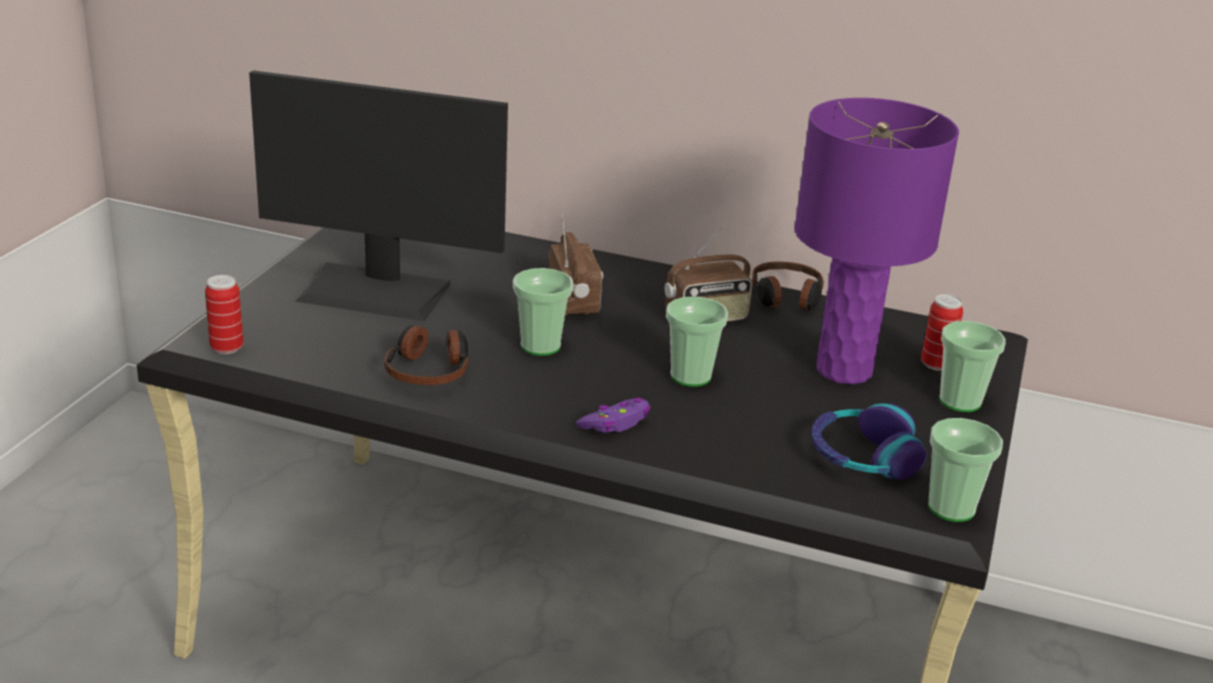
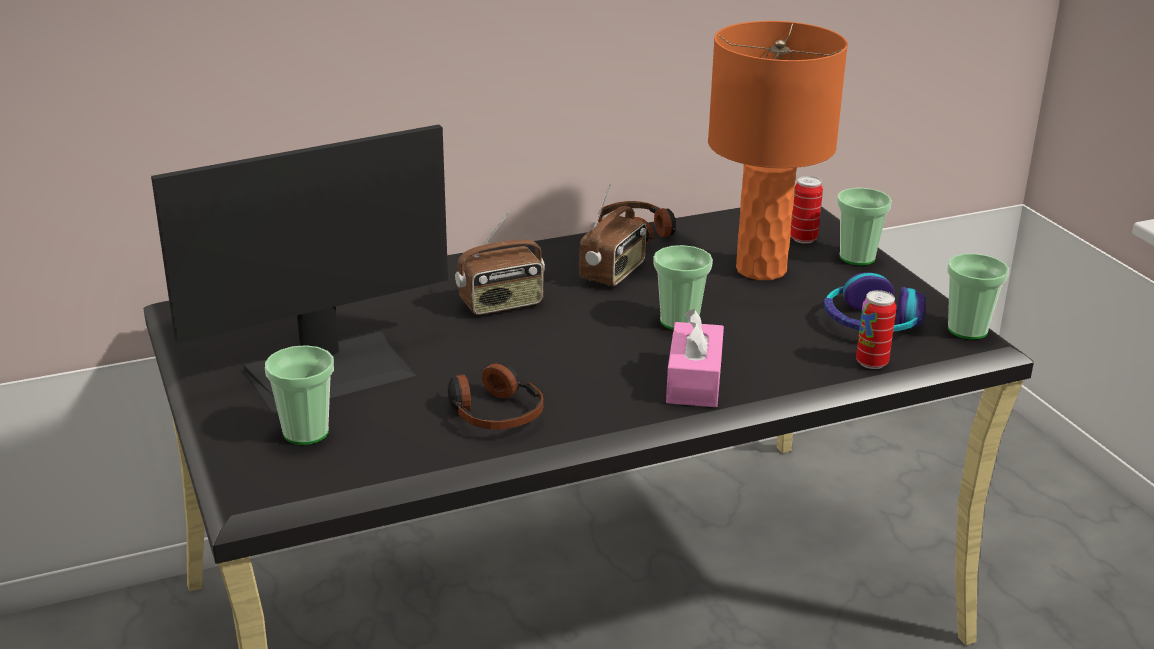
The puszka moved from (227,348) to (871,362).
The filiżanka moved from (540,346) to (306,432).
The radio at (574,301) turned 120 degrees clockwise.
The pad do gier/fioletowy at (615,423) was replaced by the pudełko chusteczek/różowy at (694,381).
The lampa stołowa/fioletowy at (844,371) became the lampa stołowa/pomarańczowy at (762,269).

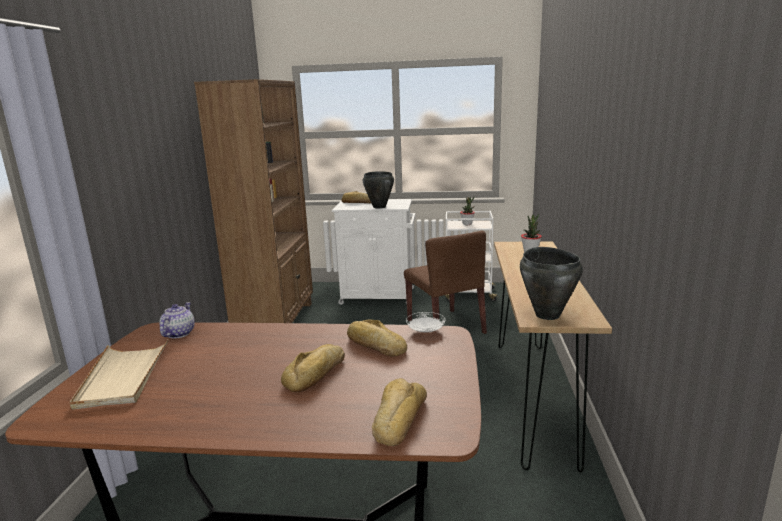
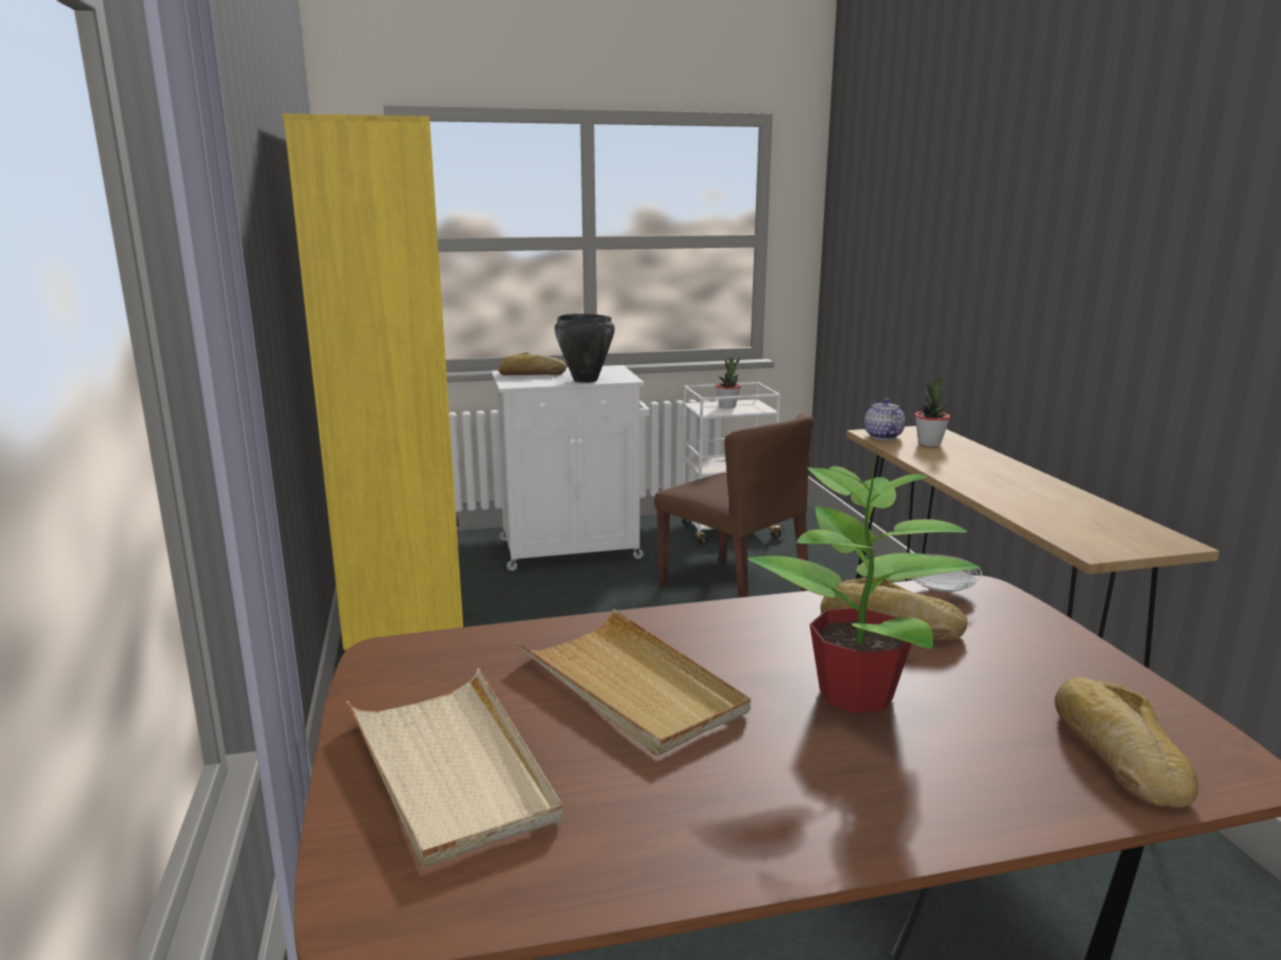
The imbryk moved from (178,333) to (882,436).
The regał/brązowy at (277,322) became the regał/żółty at (408,618).
The chleb at (317,373) was replaced by the roślina doniczkowa at (858,694).
The garnek/czarny at (547,315) disappeared.
The taca/beżowy at (631,686) appeared.

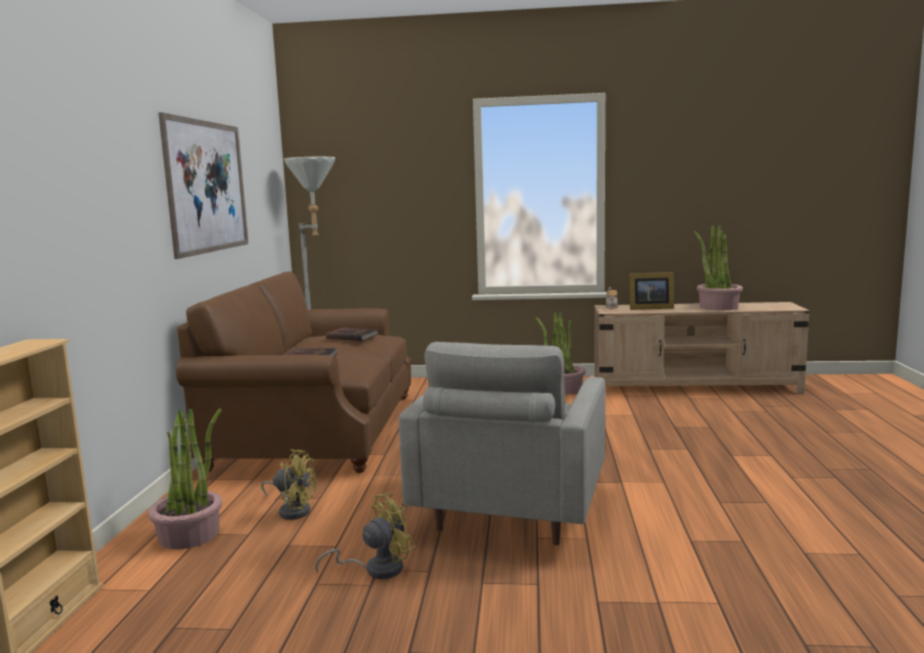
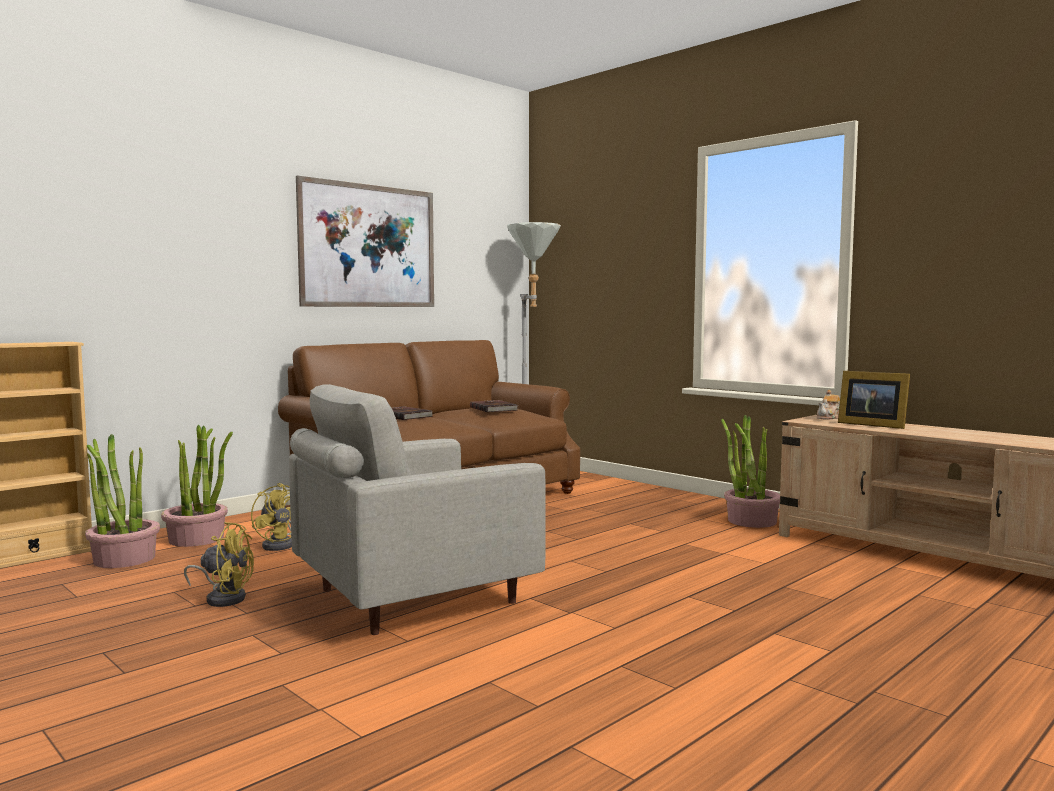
The roślina doniczkowa moved from (718,307) to (124,559).

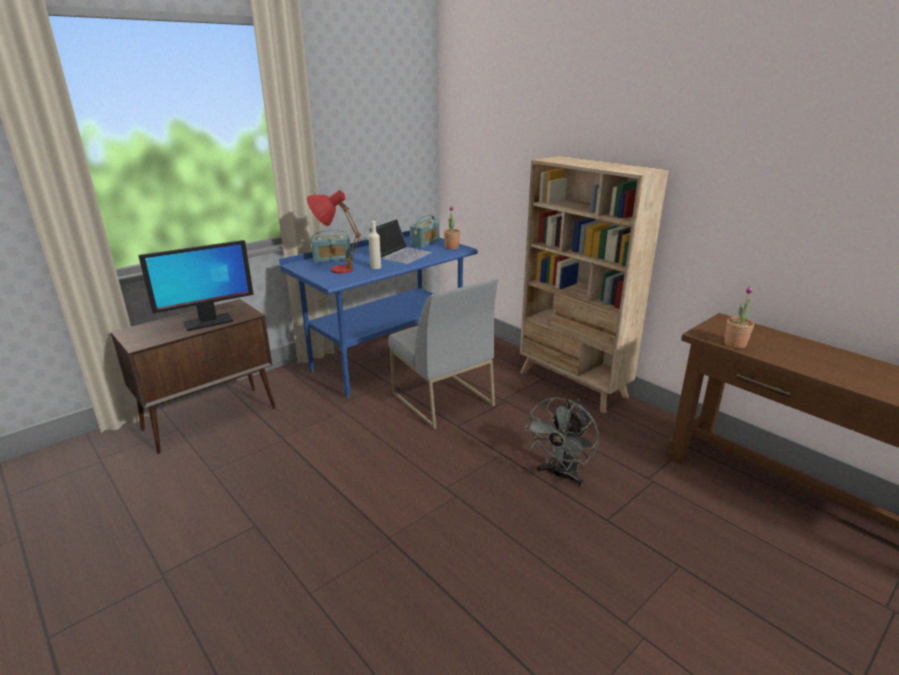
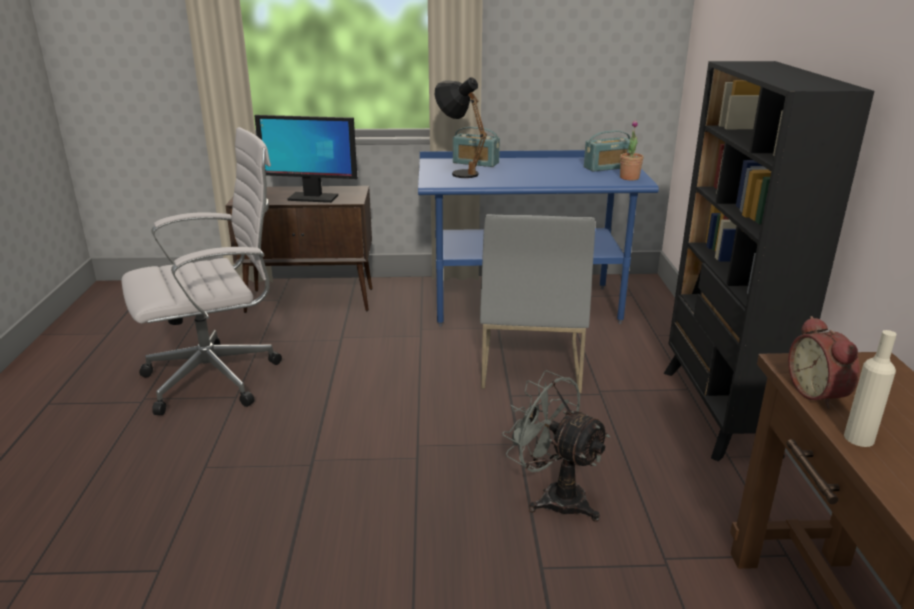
The lampa stołowa/czerwony at (334,269) became the lampa stołowa/czarny at (459,172).
The laptop at (401,254) disappeared.
The butelka/beżowy moved from (375,267) to (859,438).
The regał/beżowy at (572,385) became the regał/czarny at (718,412).
The wentylator/szary at (560,475) turned 60 degrees clockwise.
The roślina doniczkowa at (735,344) was replaced by the budzik at (819,393).
The krzesło biurowe/biały at (218,378) appeared.

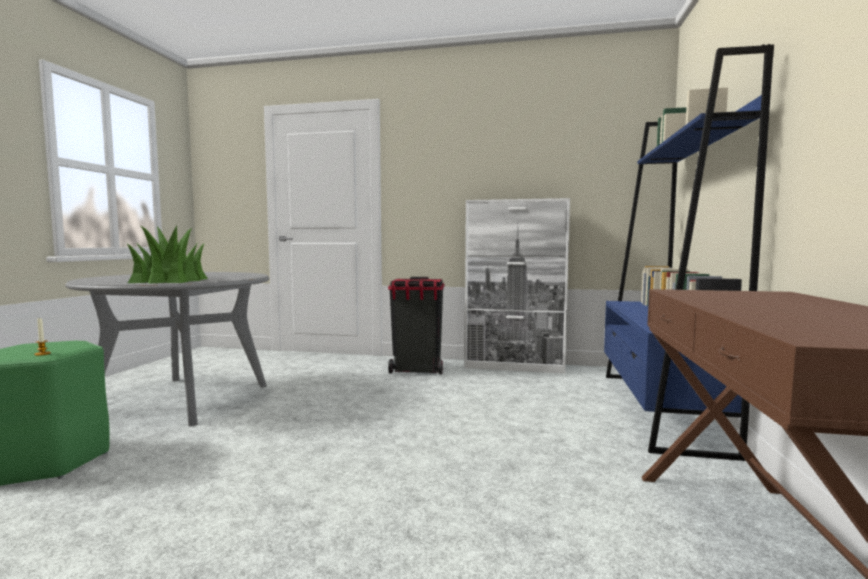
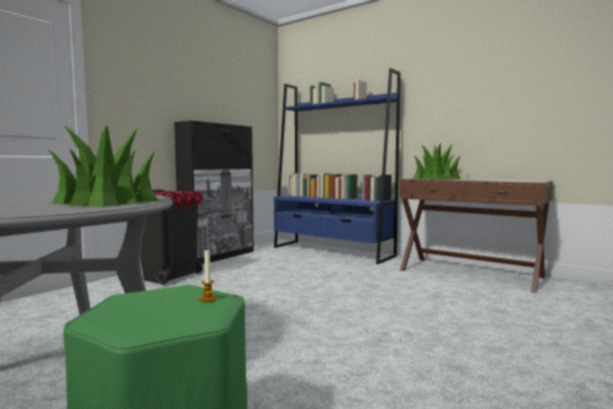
The szafka/biały at (514,366) became the szafka/czarny at (218,256).
The roślina doniczkowa at (436,178) appeared.

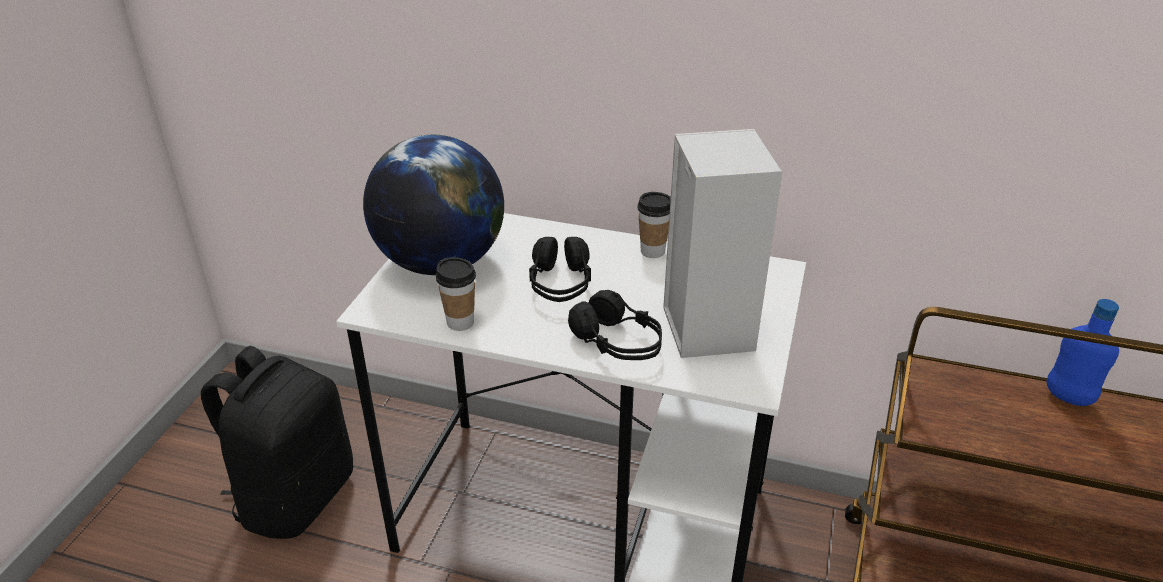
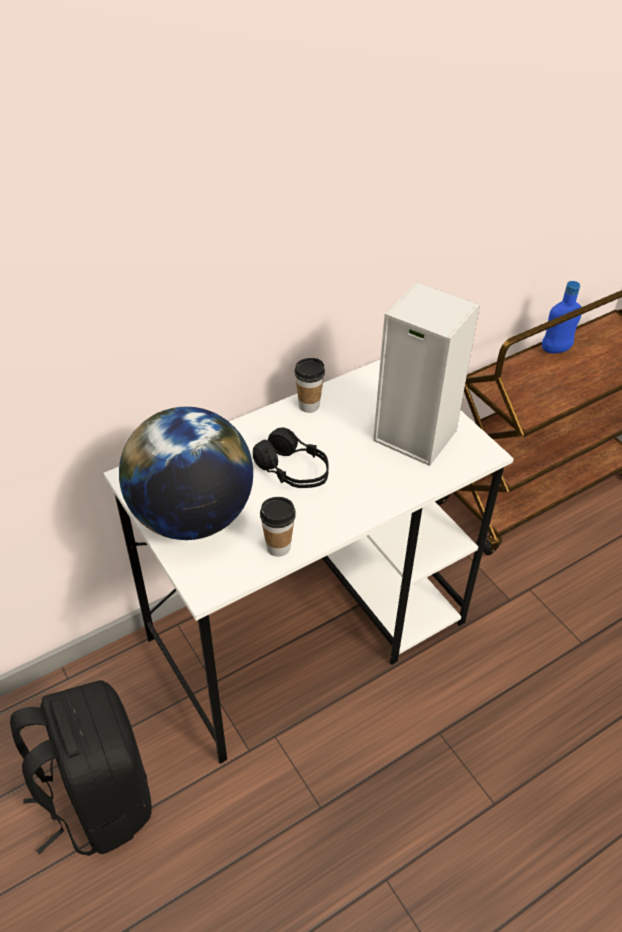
The słuchawki/czarny at (617,343) disappeared.

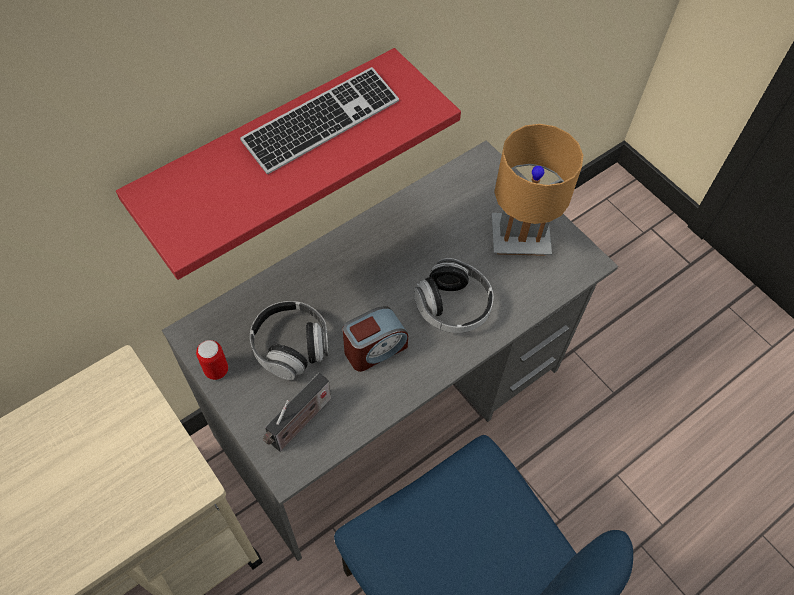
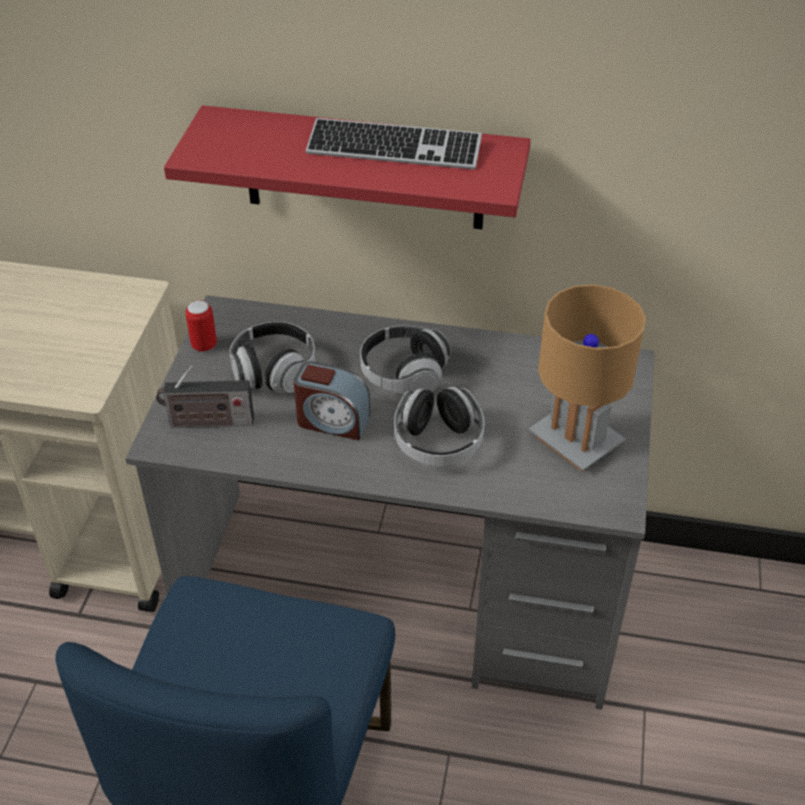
The słuchawki at (404,374) appeared.

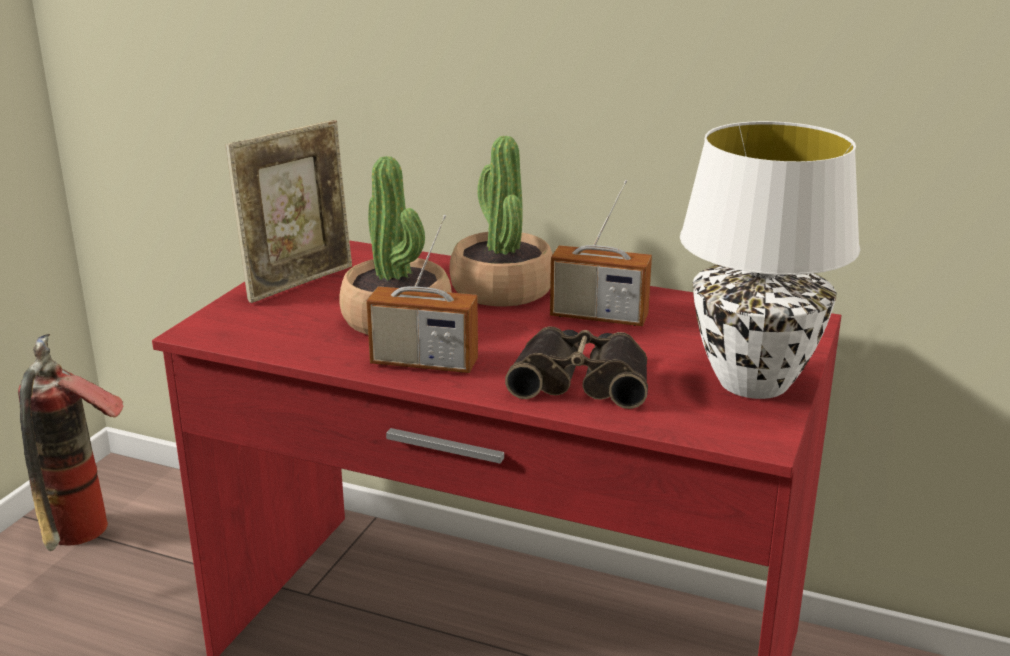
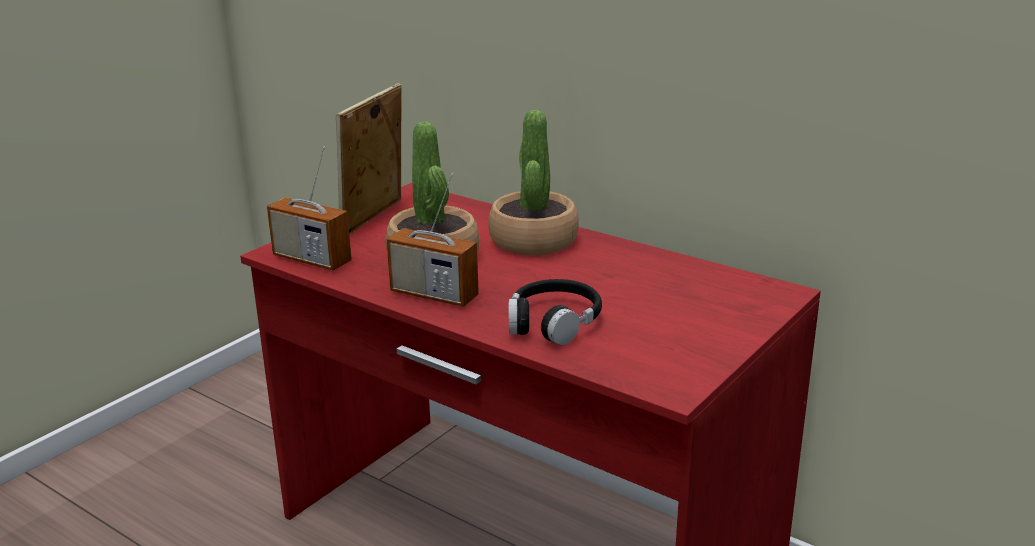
The gaśnica at (80,541) disappeared.
The ramka na zdjęcie at (299,282) turned 150 degrees clockwise.
The lornetka at (582,380) was replaced by the słuchawki/czarny at (553,322).
The radio moved from (599,317) to (312,259).
The lampa stołowa/biały at (751,383) disappeared.

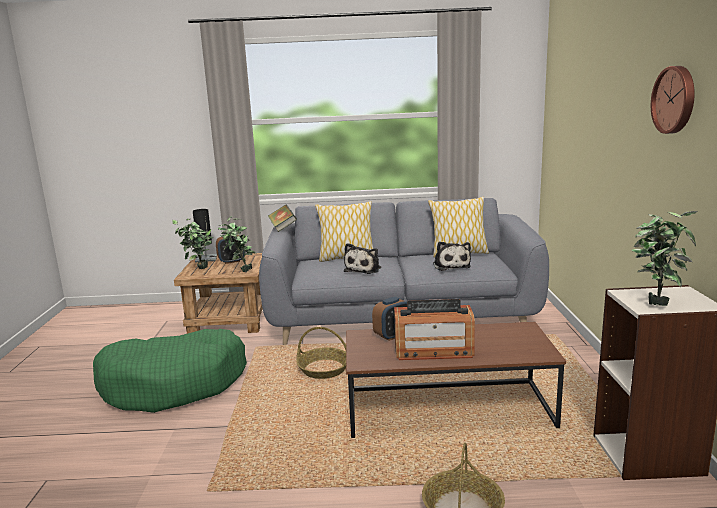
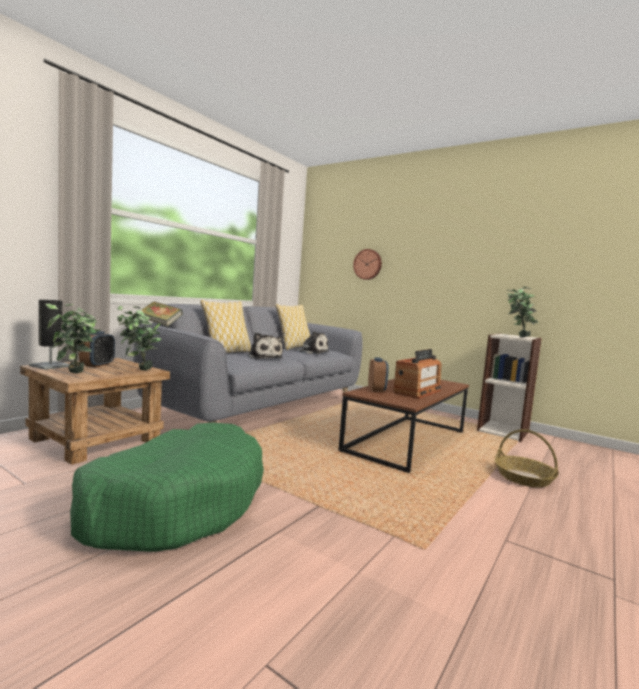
The koszyk at (324,369) disappeared.
The zegar ścienny moved from (675,100) to (368,264).

